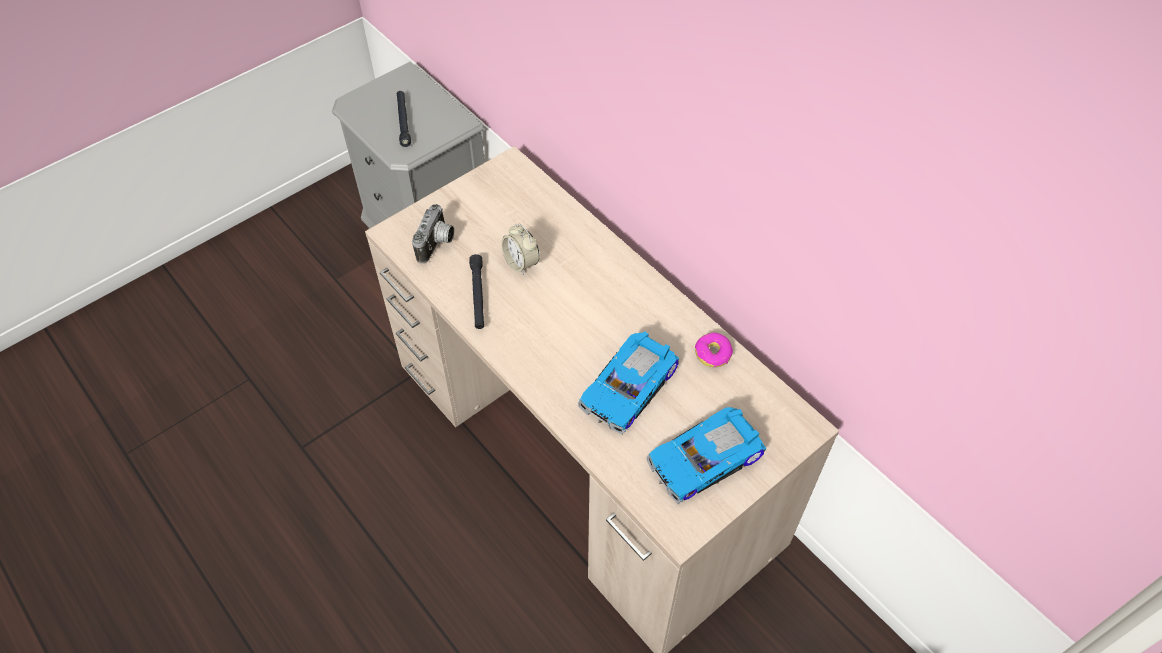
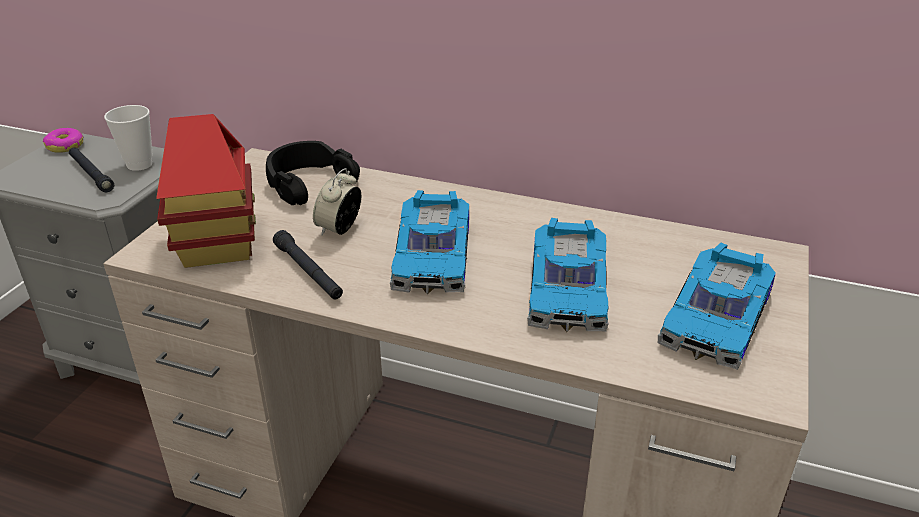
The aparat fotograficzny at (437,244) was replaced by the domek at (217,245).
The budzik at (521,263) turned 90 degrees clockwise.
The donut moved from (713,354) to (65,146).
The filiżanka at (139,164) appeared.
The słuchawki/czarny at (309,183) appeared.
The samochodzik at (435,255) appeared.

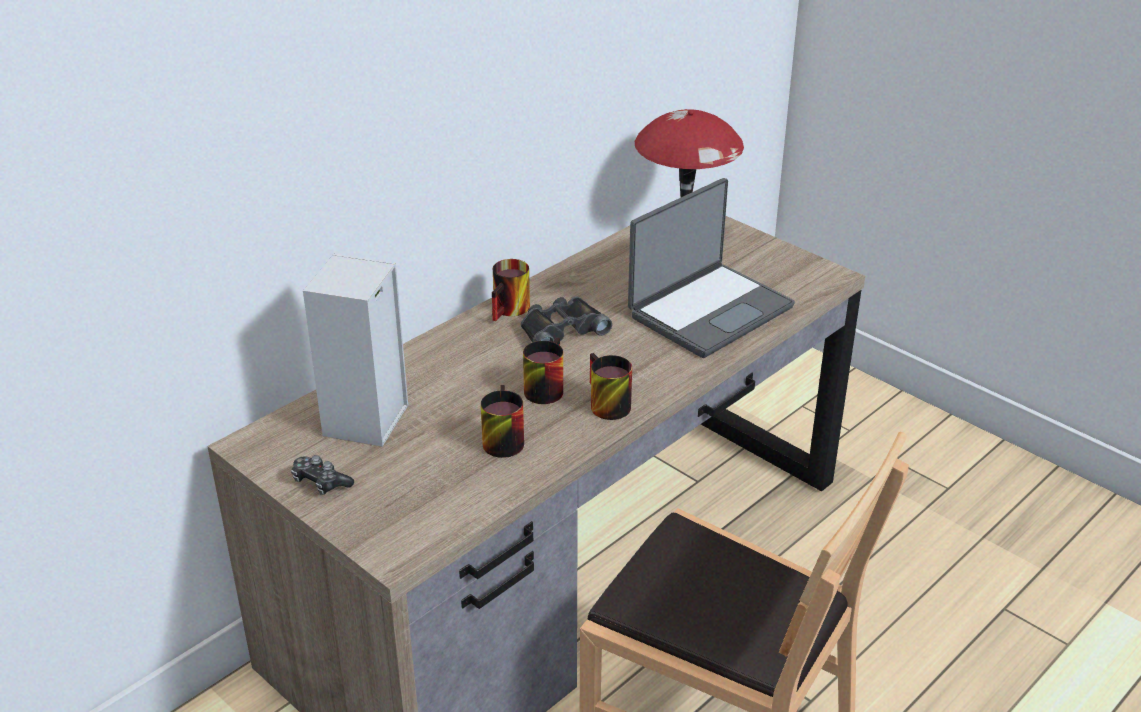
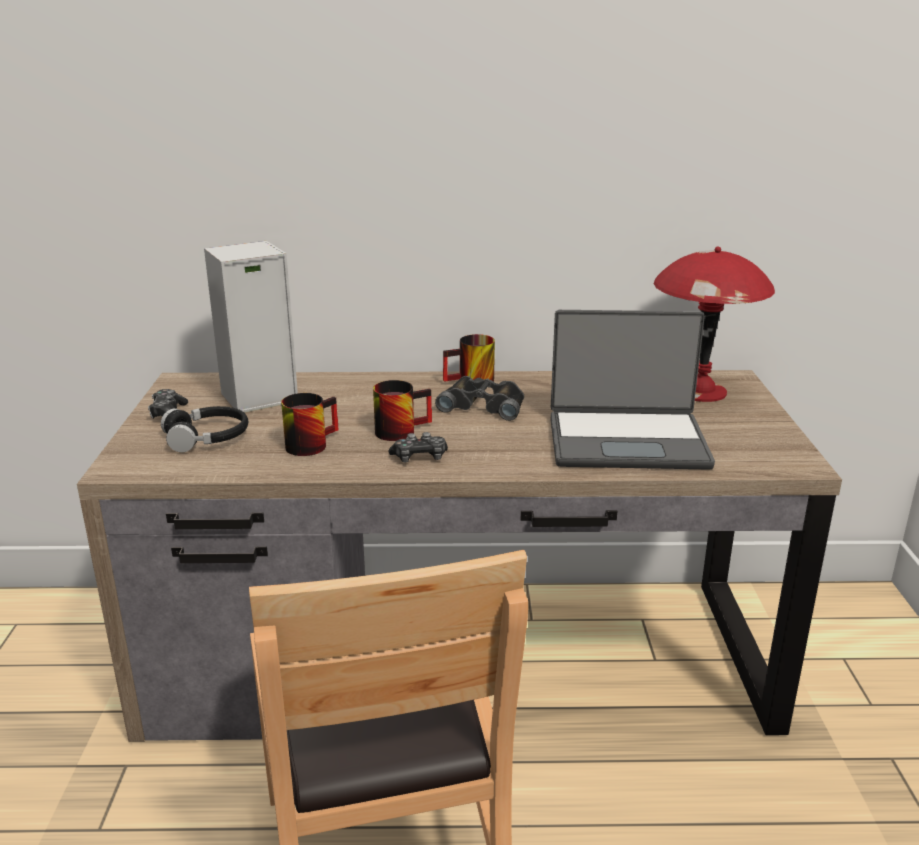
The kubek at (603,404) was replaced by the pad do gier at (419,458).
The słuchawki/czarny at (207,438) appeared.

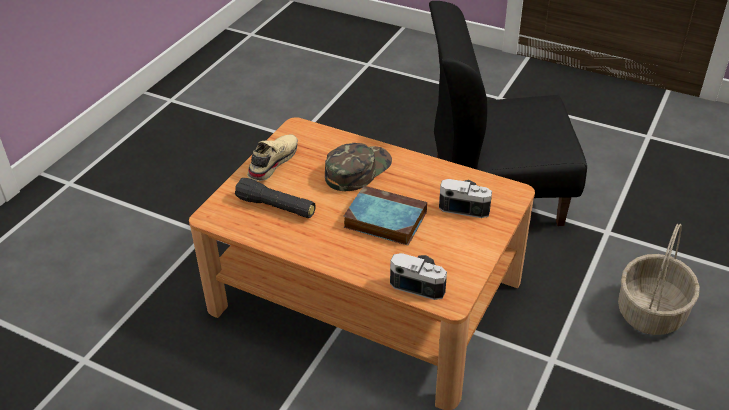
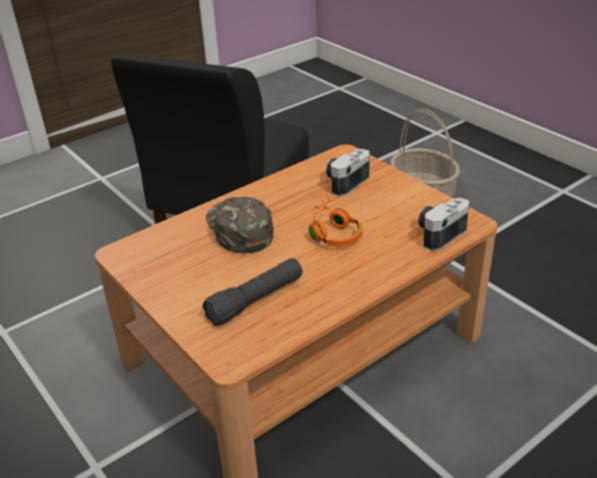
The but/beżowy at (272,162) disappeared.
The książka at (383,220) was replaced by the słuchawki/pomarańczowy at (332,232).

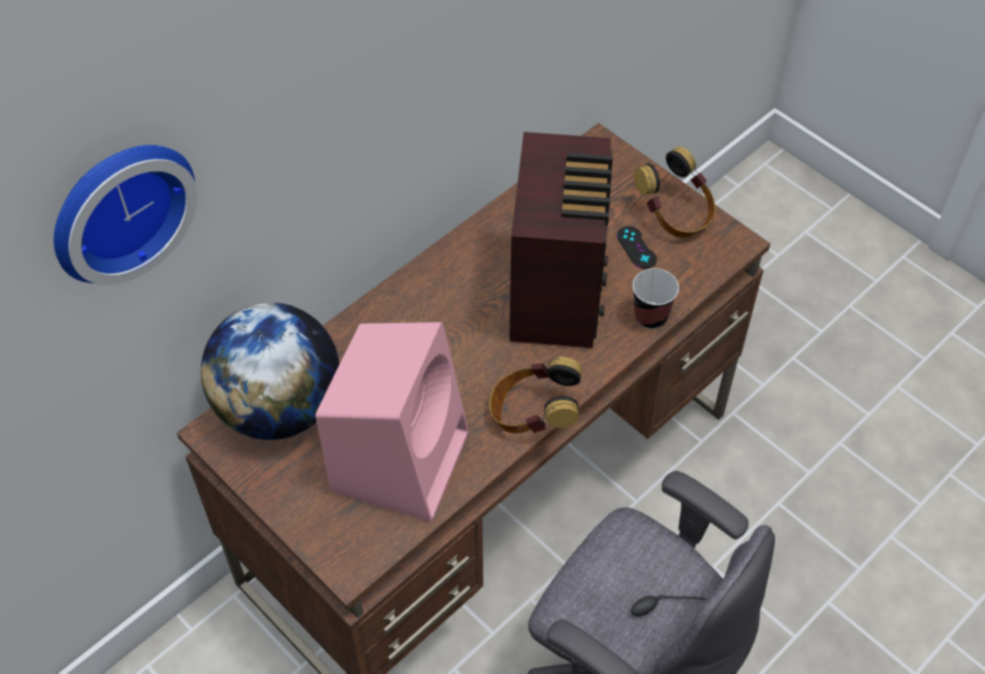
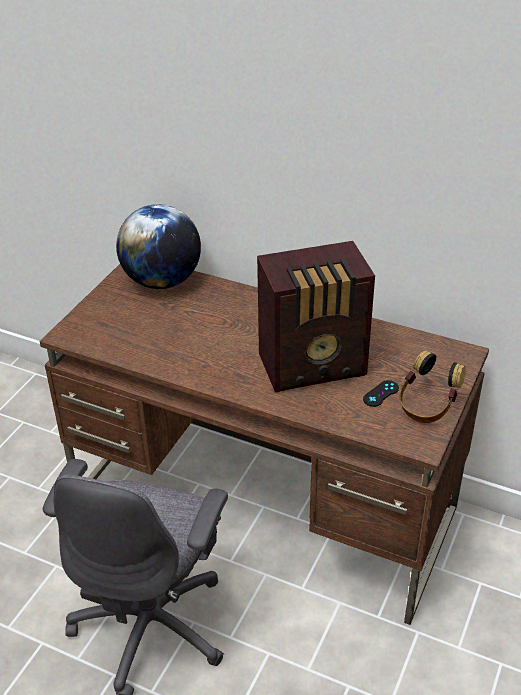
The zegar ścienny at (117,207) disappeared.
The głośnik/różowy at (400,457) disappeared.
The słuchawki at (533,415) disappeared.
The filiżanka at (650,317) disappeared.

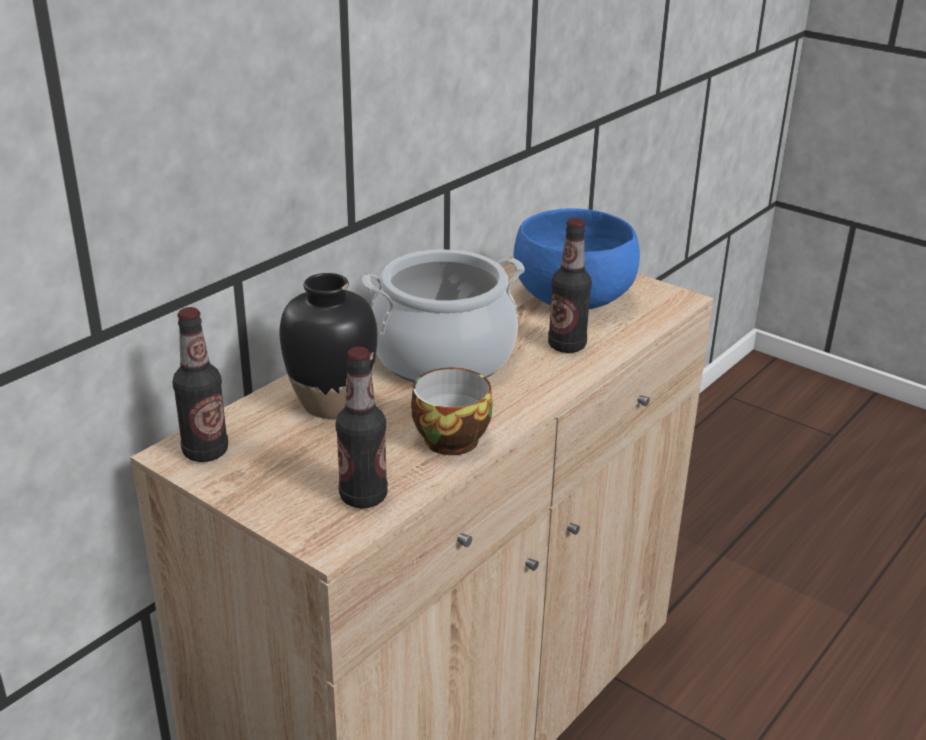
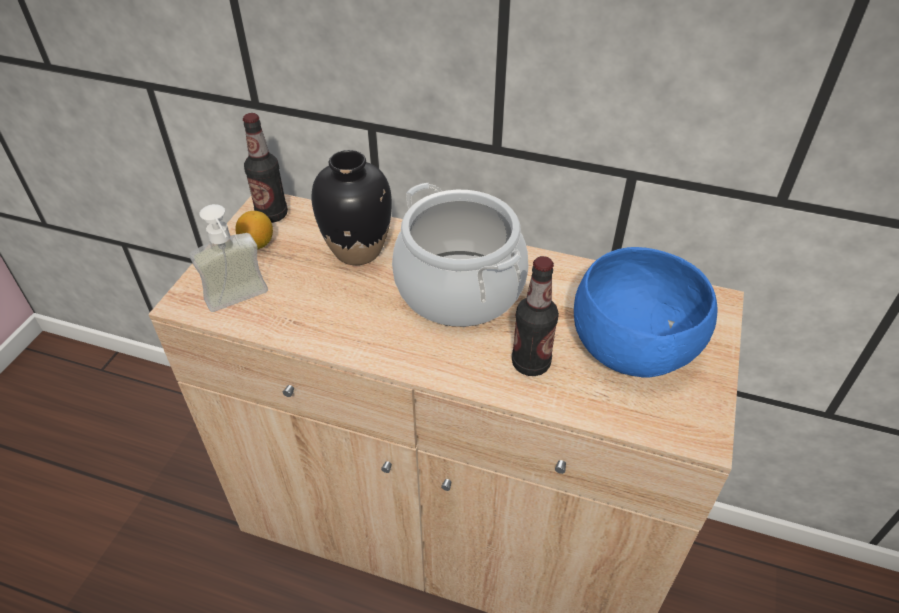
The butelka at (363,497) was replaced by the dozownik mydła at (241,303).
The filiżanka at (449,437) disappeared.
The cytryna at (257,244) appeared.

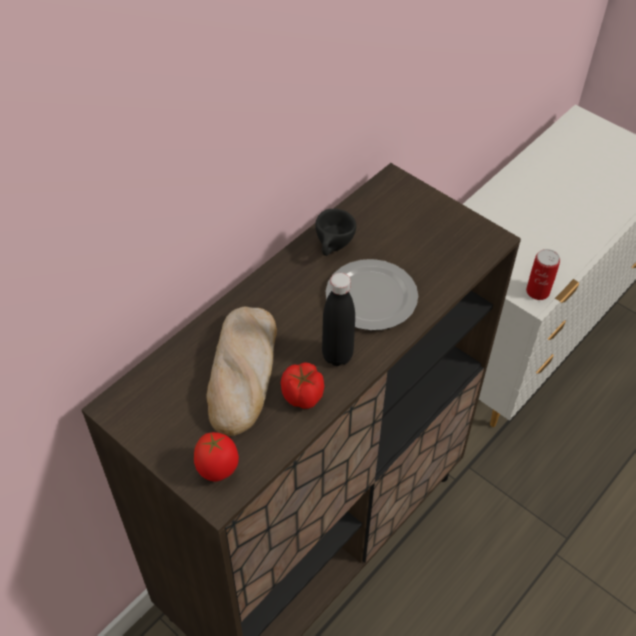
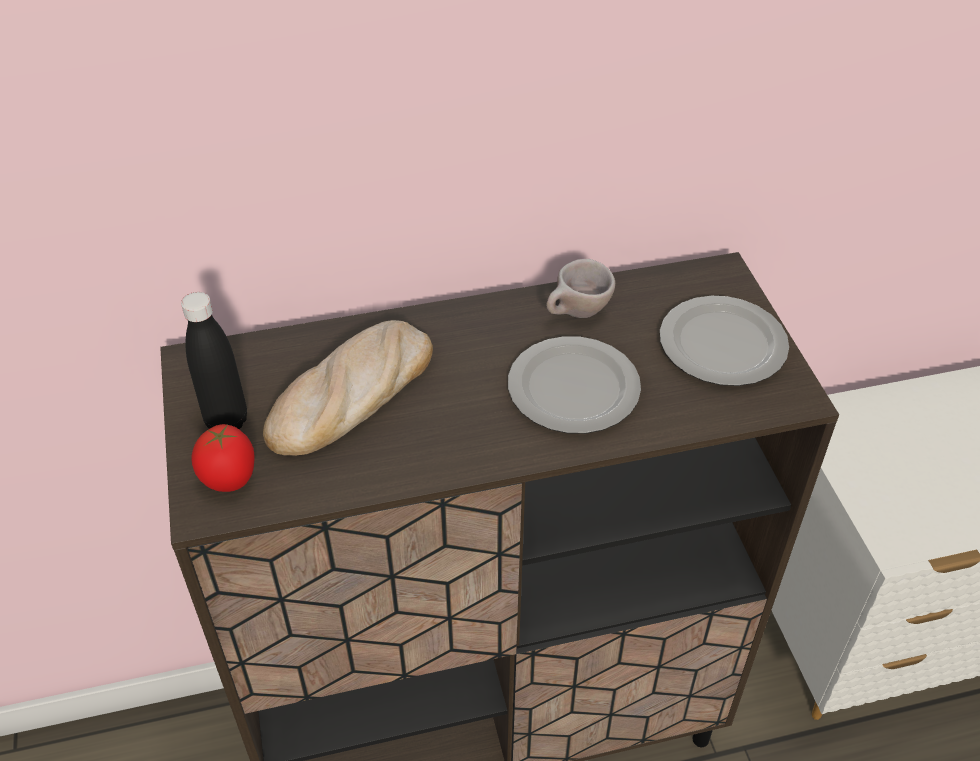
The pomidor at (303,396) disappeared.
The filiżanka/czarny at (333,249) became the filiżanka/beżowy at (576,315).
The butelka/czarny moved from (337,355) to (227,421).
The puszka at (537,291) disappeared.
The talerz at (722,343) appeared.

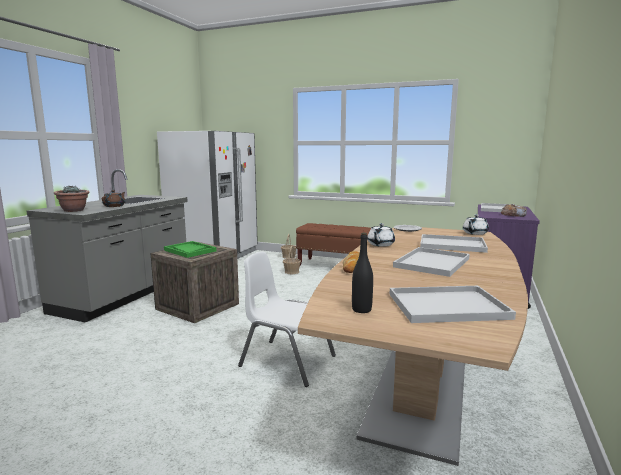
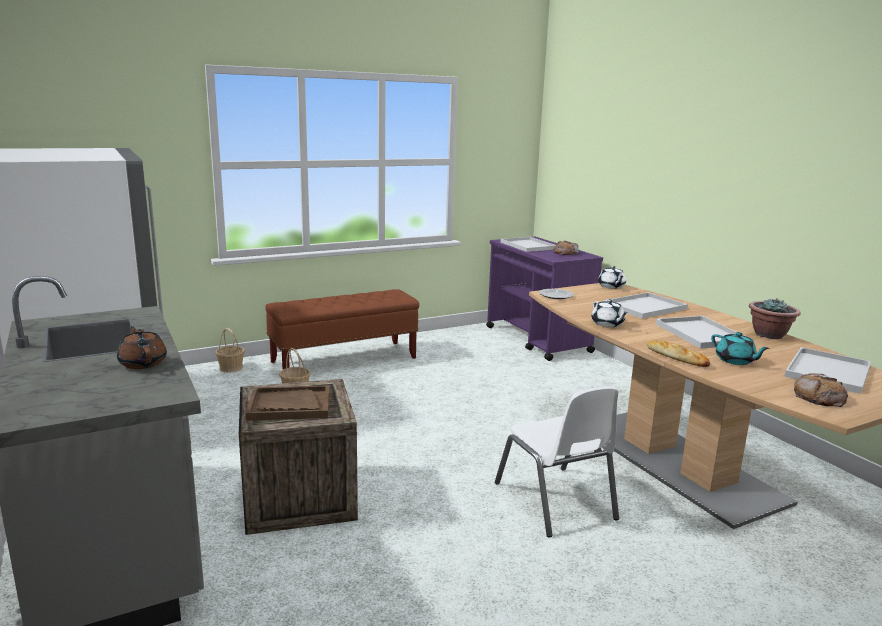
The roślina doniczkowa moved from (74,210) to (769,335).
The taca/zielony at (190,250) became the taca/brązowy at (289,405).
The krzesło/biały at (287,361) turned 90 degrees counterclockwise.
The butelka/czarny at (361,309) was replaced by the chleb at (819,397).
The imbryk/turkusowy at (735,361) appeared.

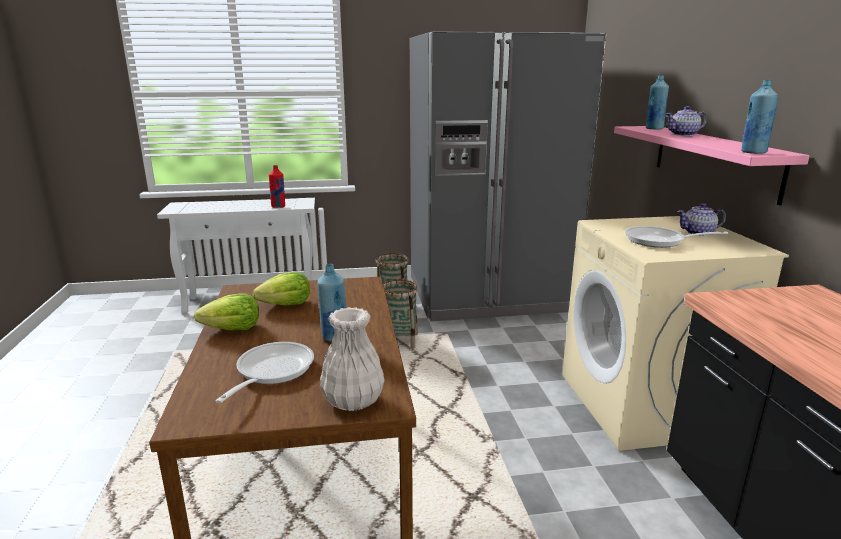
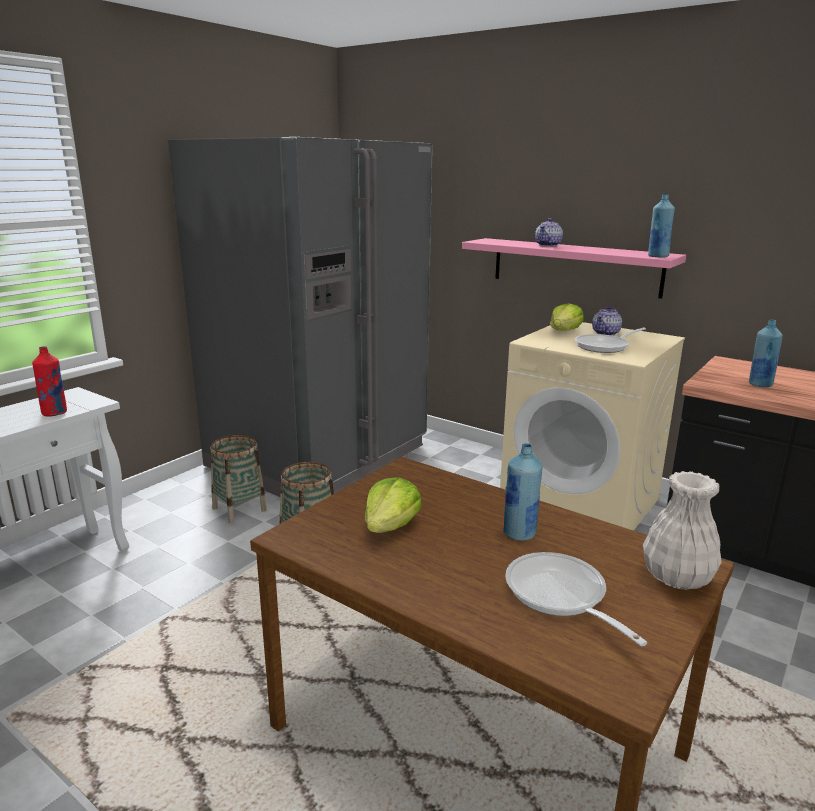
The sałata moved from (233,329) to (564,331).
The butelka/niebieski moved from (654,129) to (759,384).

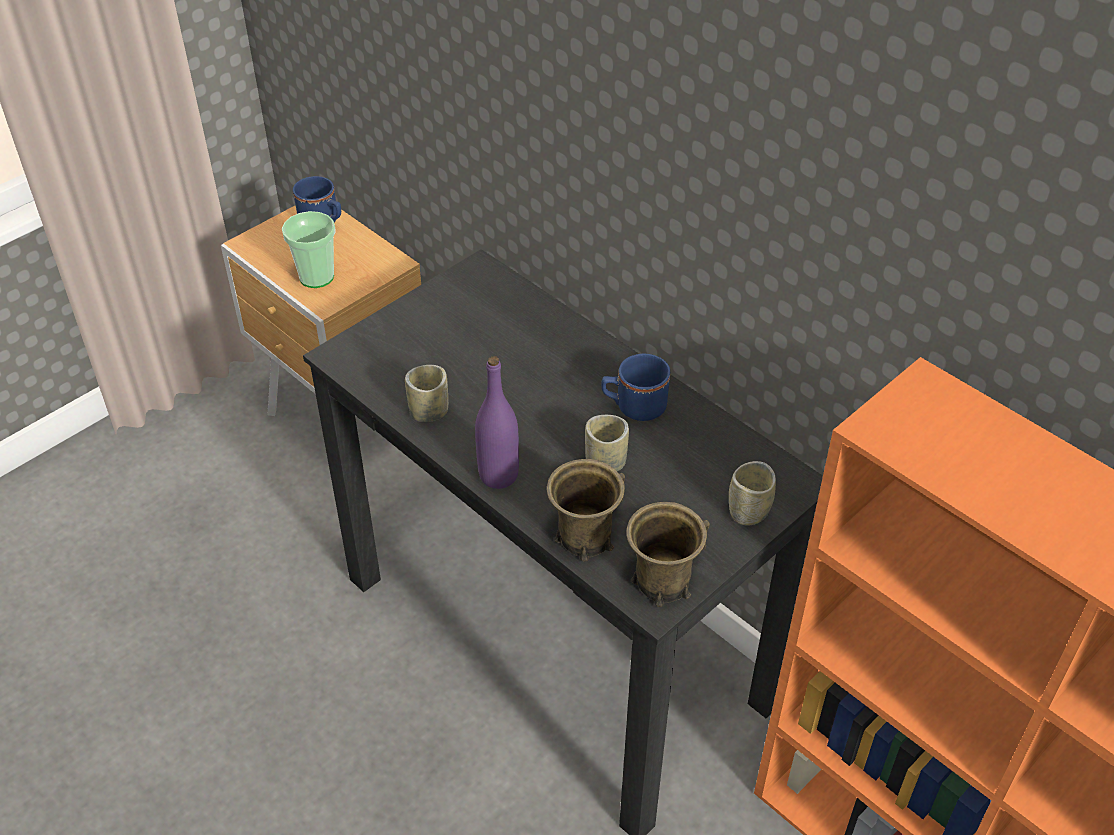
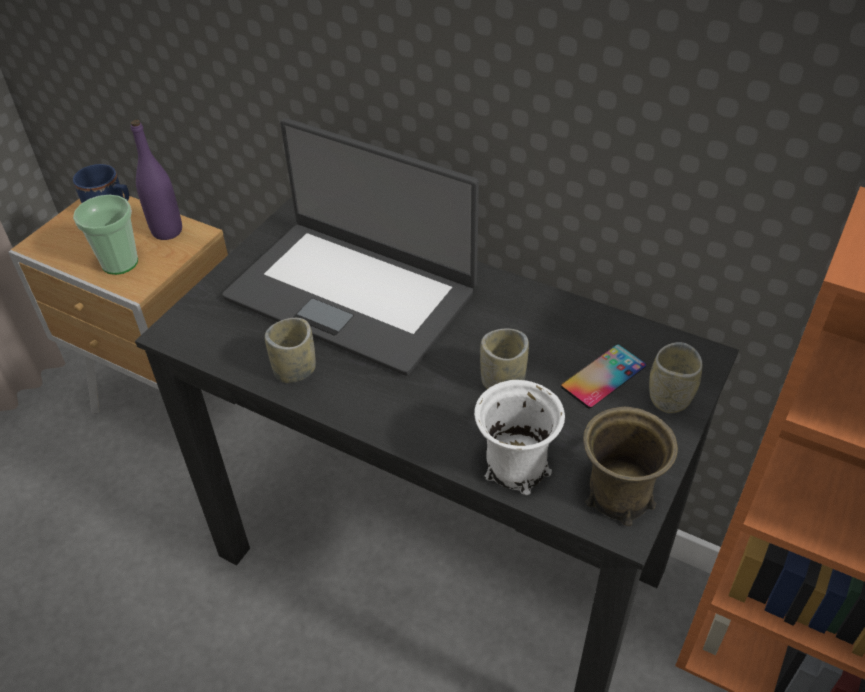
The butelka/fioletowy moved from (498,475) to (167,231).
The kubek/brązowy at (584,537) became the kubek/biały at (515,467).
The kubek/niebieski at (633,407) disappeared.
The laptop at (352,293) appeared.
The telefon at (603,376) appeared.

